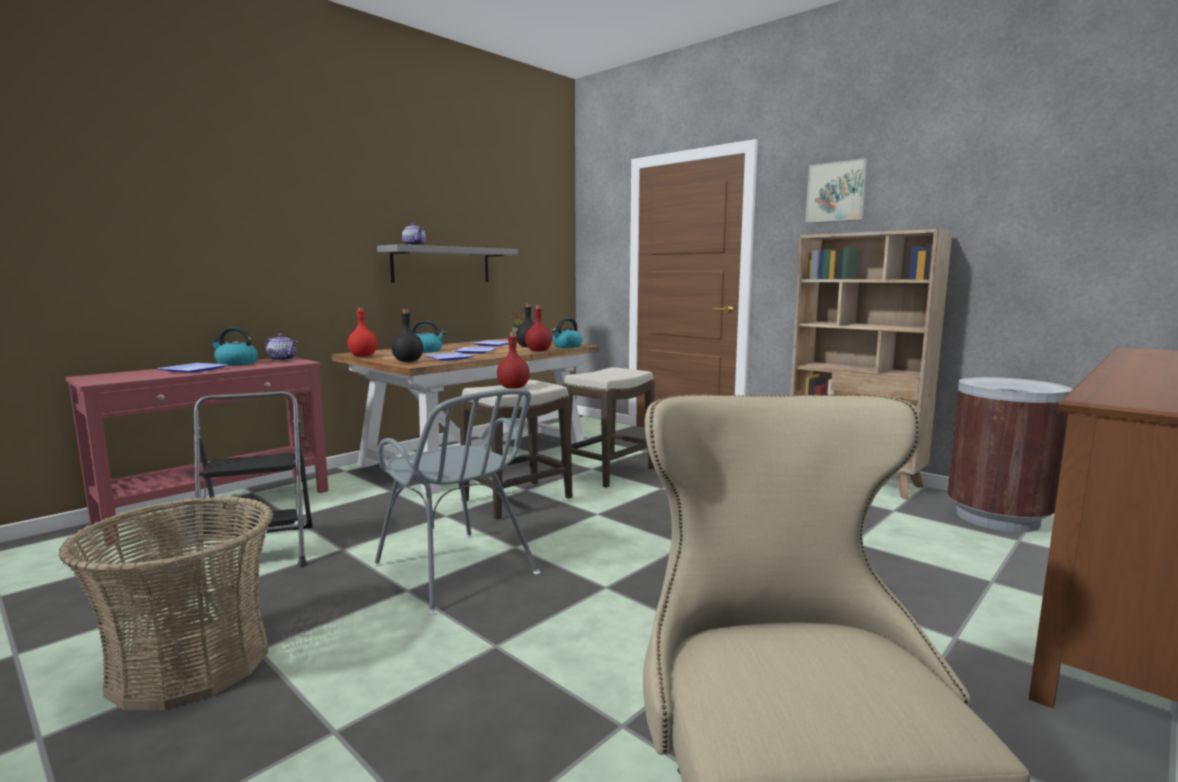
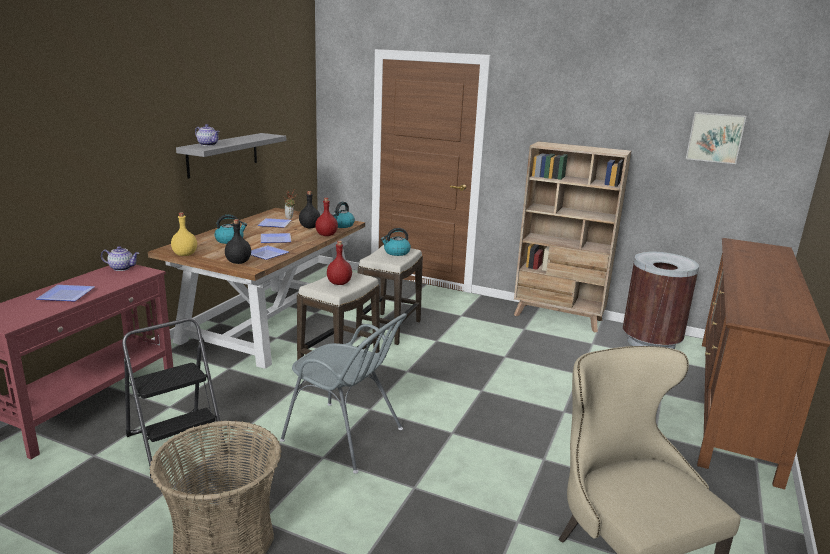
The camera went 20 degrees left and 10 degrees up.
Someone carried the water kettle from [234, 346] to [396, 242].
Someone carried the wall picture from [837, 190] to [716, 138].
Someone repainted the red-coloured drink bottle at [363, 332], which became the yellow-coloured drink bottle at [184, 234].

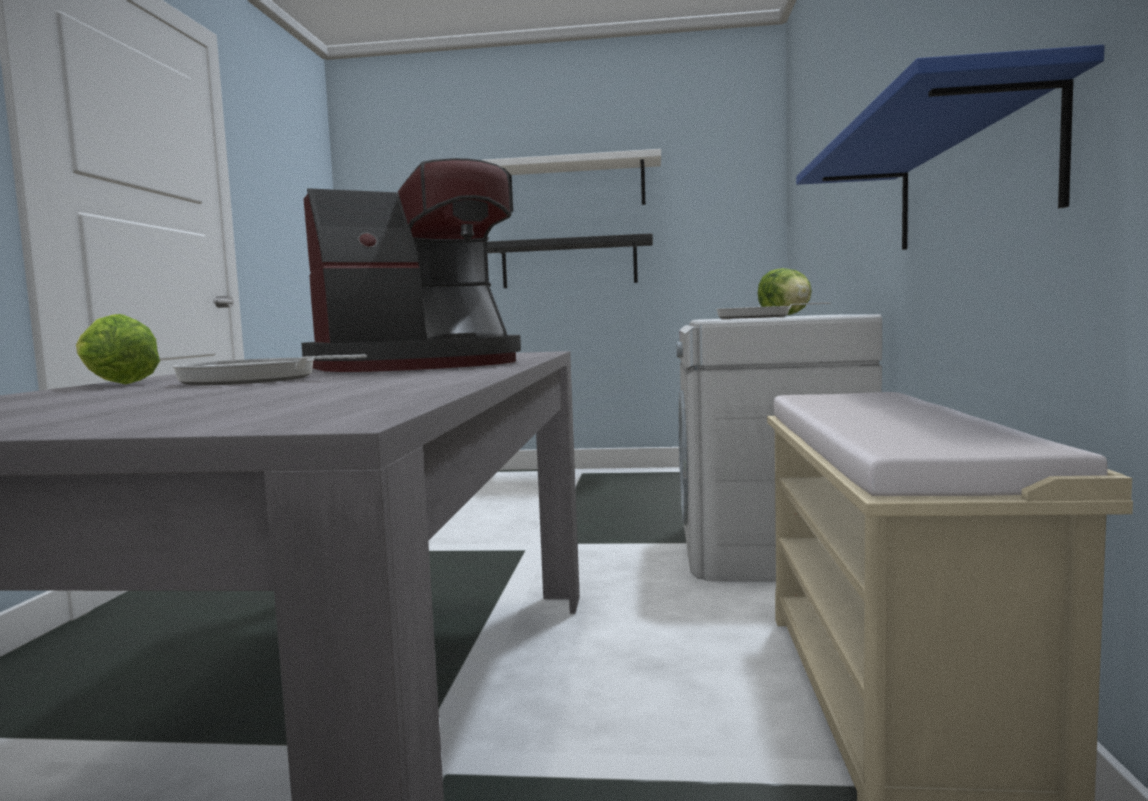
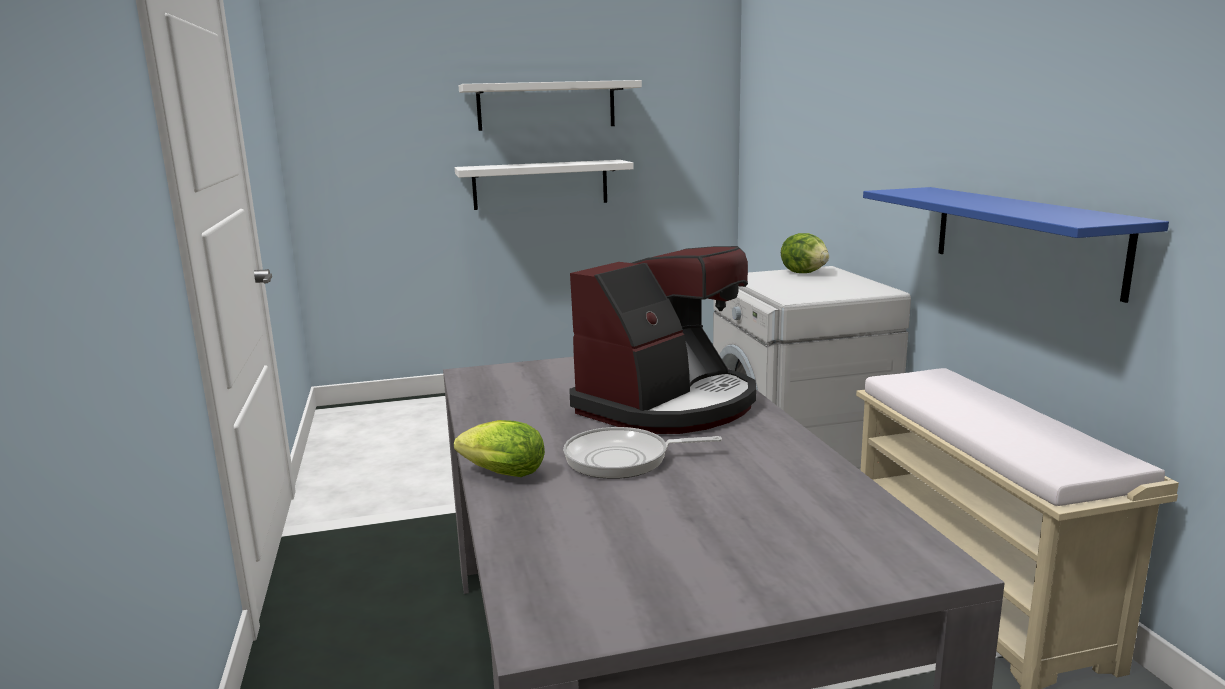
The camera went 20 degrees left and 10 degrees up.
Someone took away the pan at [773, 310].
Someone repainted the black-coloured wall shelf at [570, 260], which became the whitish wall shelf at [544, 185].

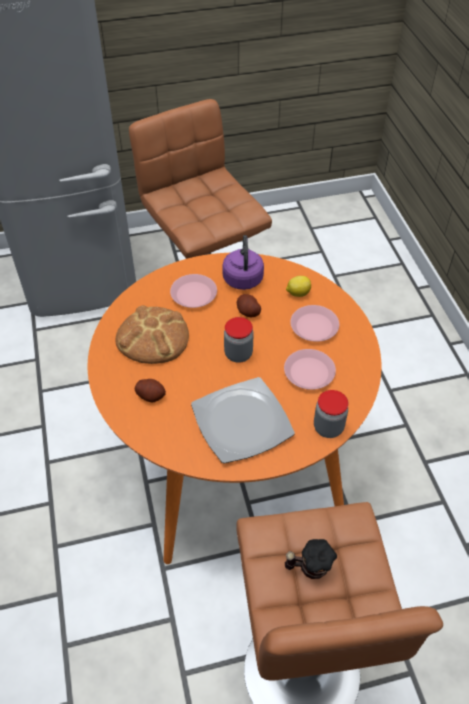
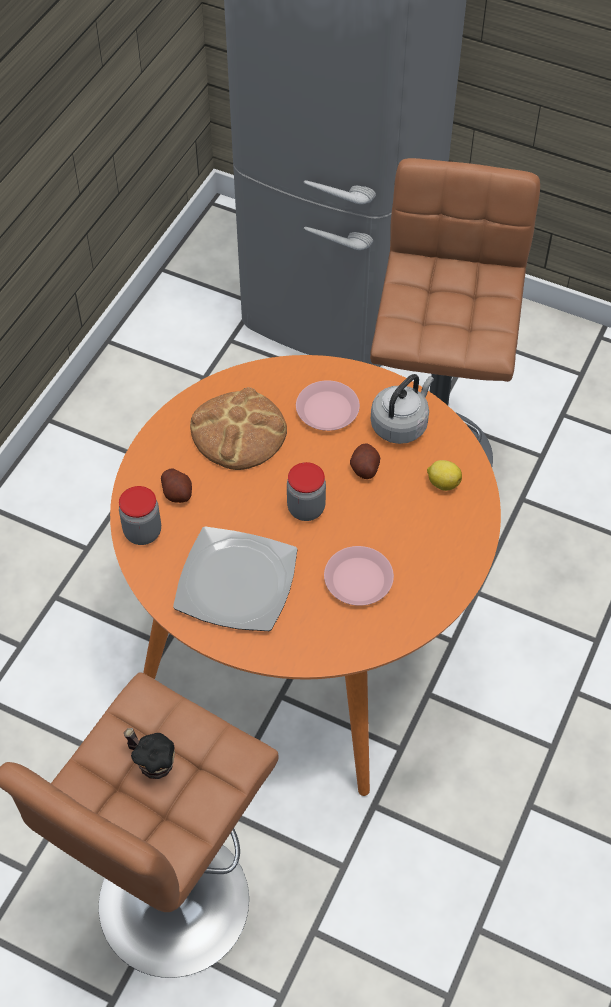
The camera went 40 degrees right and 5 degrees up.
Someone took away the pink plate at [314, 323].
Someone carried the preserve jar from [331, 414] to [140, 515].
Someone repainted the purplish water kettle at [243, 262], which became the greyish water kettle at [402, 409].

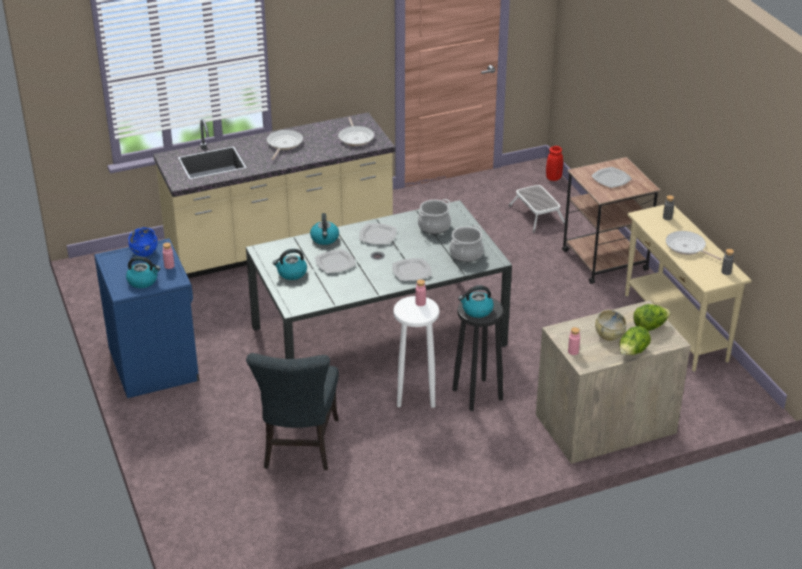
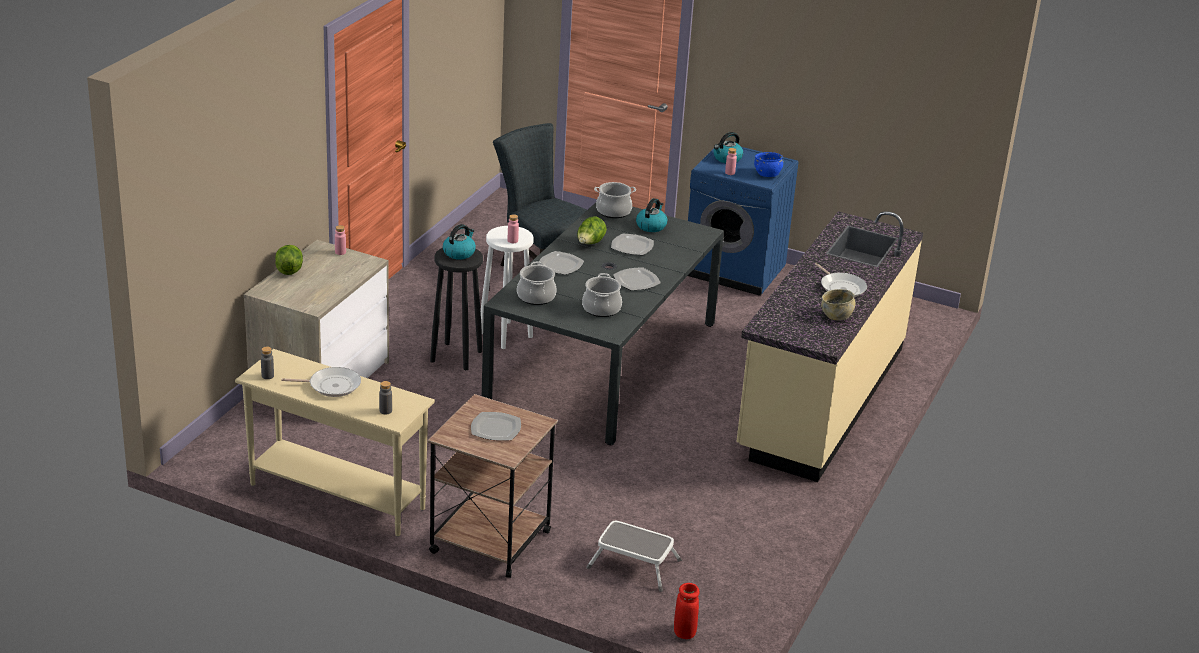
The camera went 135 degrees right and 5 degrees down.
Someone took away the water kettle at [324, 229].
Someone took away the pan at [356, 131].
Someone put down the saucepot at [615, 200].
Someone carried the beige-coloured bowl from [611, 325] to [838, 305].
Someone carried the lettuce from [652, 317] to [592, 230].

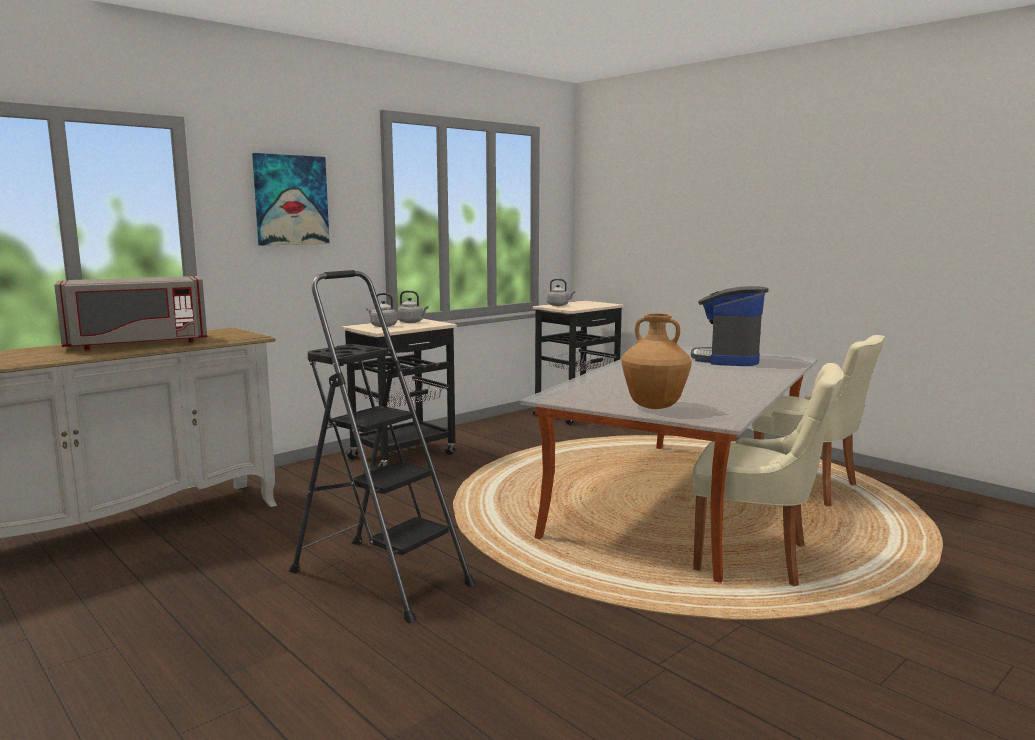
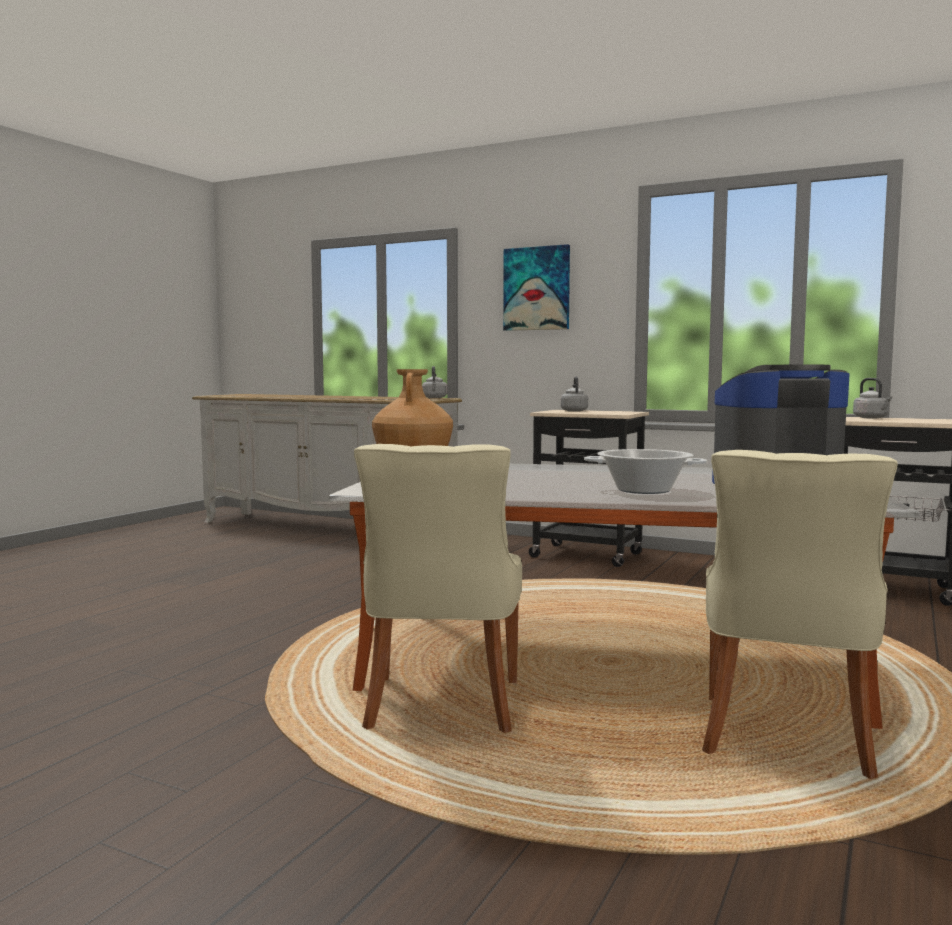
The camera went 70 degrees right and 5 degrees down.
Someone took away the greyish microwave at [130, 313].
Someone took away the step stool at [382, 446].
Someone put down the saucepot at [646, 471].
Someone carried the greyish water kettle from [413, 306] to [434, 382].

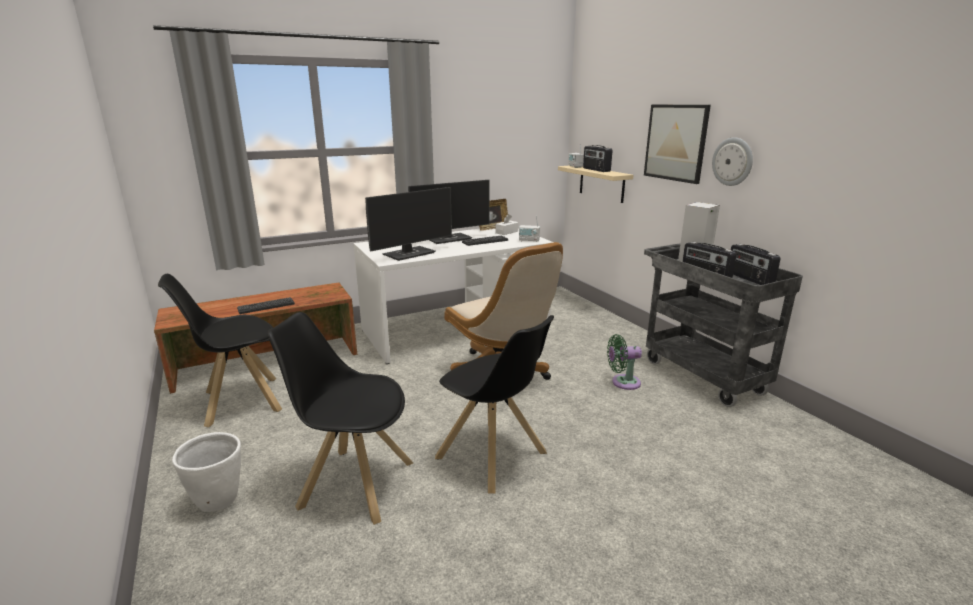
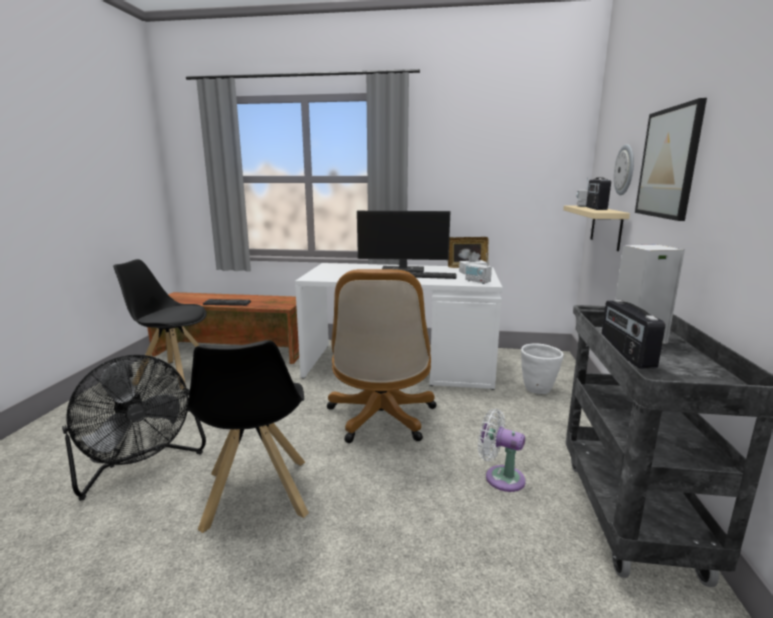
The camera went 35 degrees right and 5 degrees down.
Someone took away the computer display at [408, 224].
Someone took away the radio set at [755, 264].
Someone carried the whitish planter from [206, 472] to [542, 368].
Someone carried the hanging clock from [732, 161] to [624, 169].
Someone swapped the black-coloured upright chair at [340, 418] for the black-coloured fan at [134, 428].
Someone repainted the green fan at [624, 362], which became the whitish fan at [502, 450].

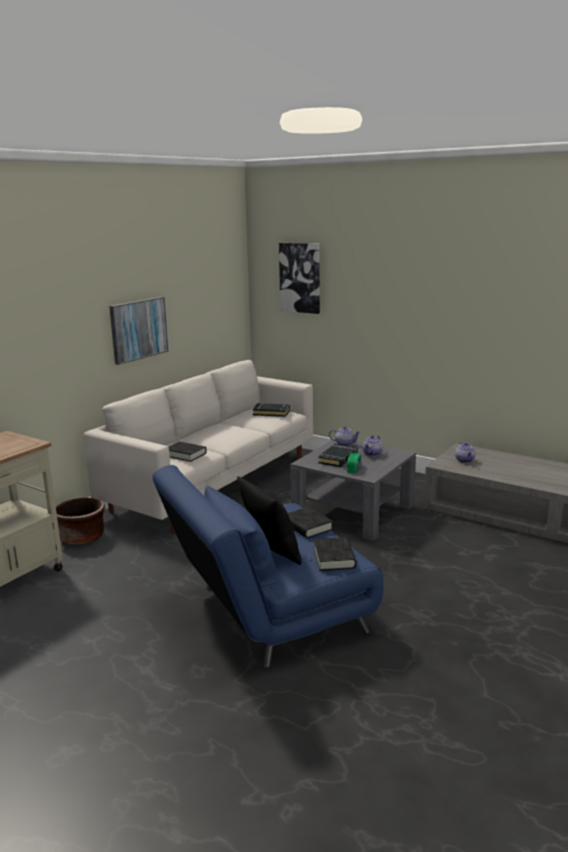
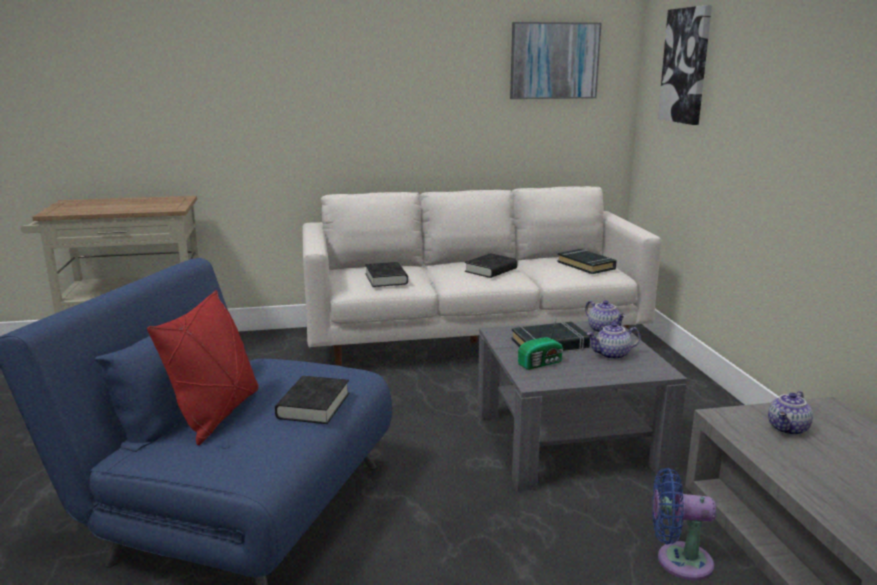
The camera went 45 degrees right and 0 degrees up.
Someone took away the brownish planter at [80, 521].
Someone put down the blue-coloured fan at [684, 524].
Someone carried the wall picture from [138, 331] to [556, 60].
Someone carried the black-coloured book from [335, 554] to [491, 265].
Someone repainted the black-coloured pillow at [269, 520], which became the red-coloured pillow at [202, 367].

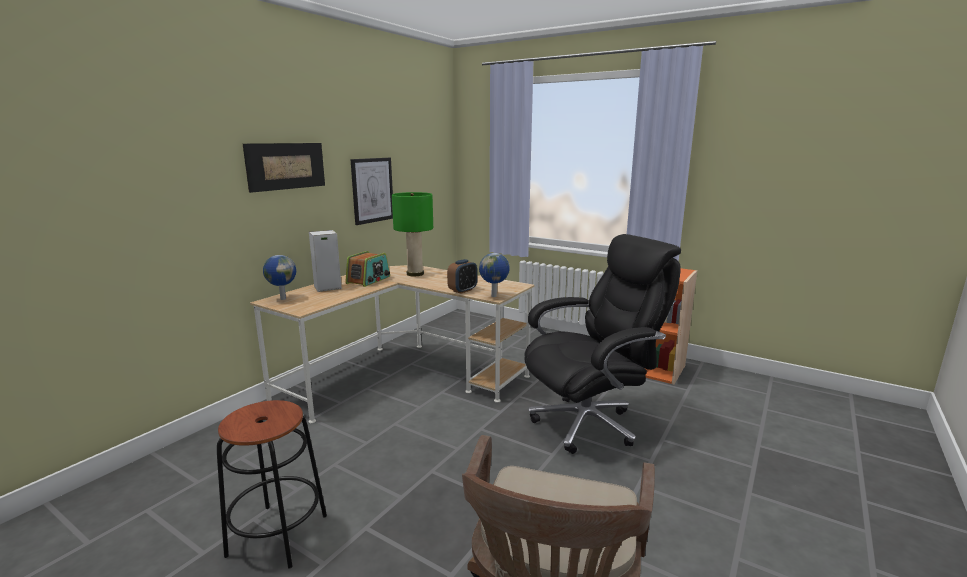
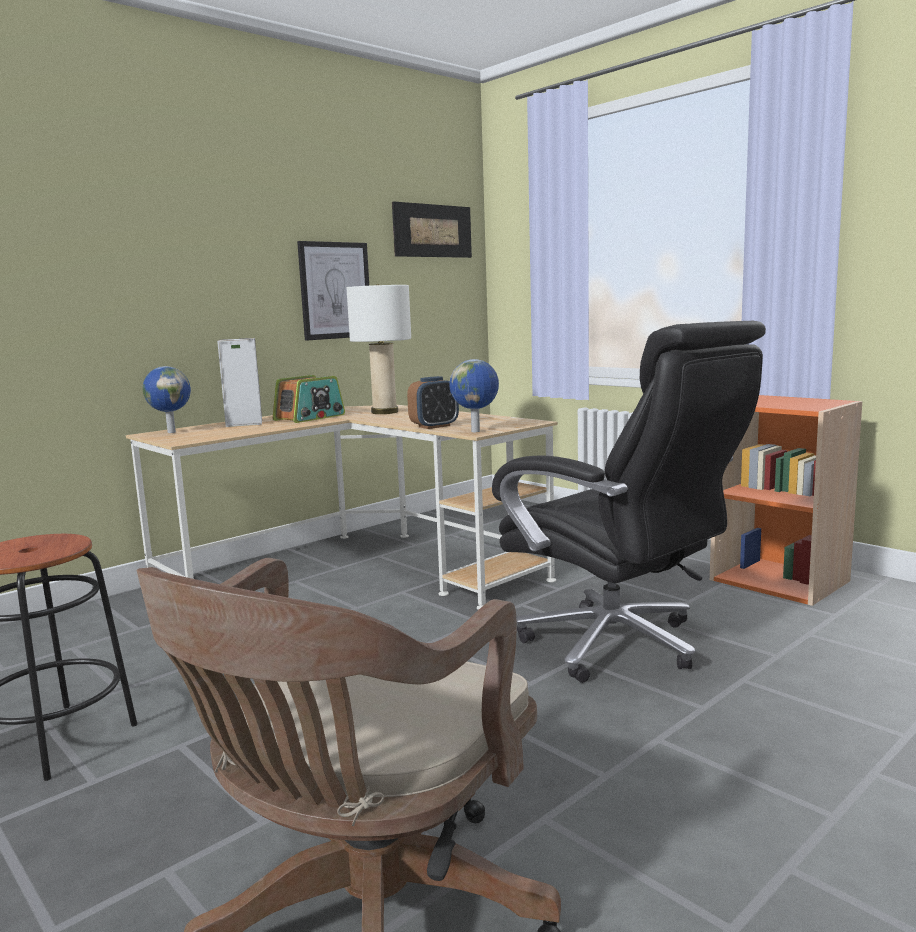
The camera went 15 degrees right and 5 degrees down.
Someone carried the wall picture from [284, 168] to [432, 229].
Someone repainted the green lamp for a table at [412, 234], which became the whitish lamp for a table at [378, 349].
Someone rotated the black-coloured desk chair at [602, 344] by 60 degrees clockwise.

